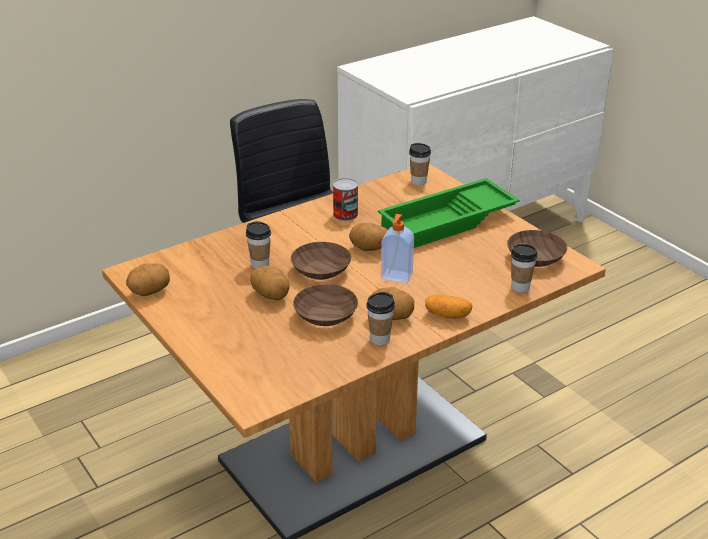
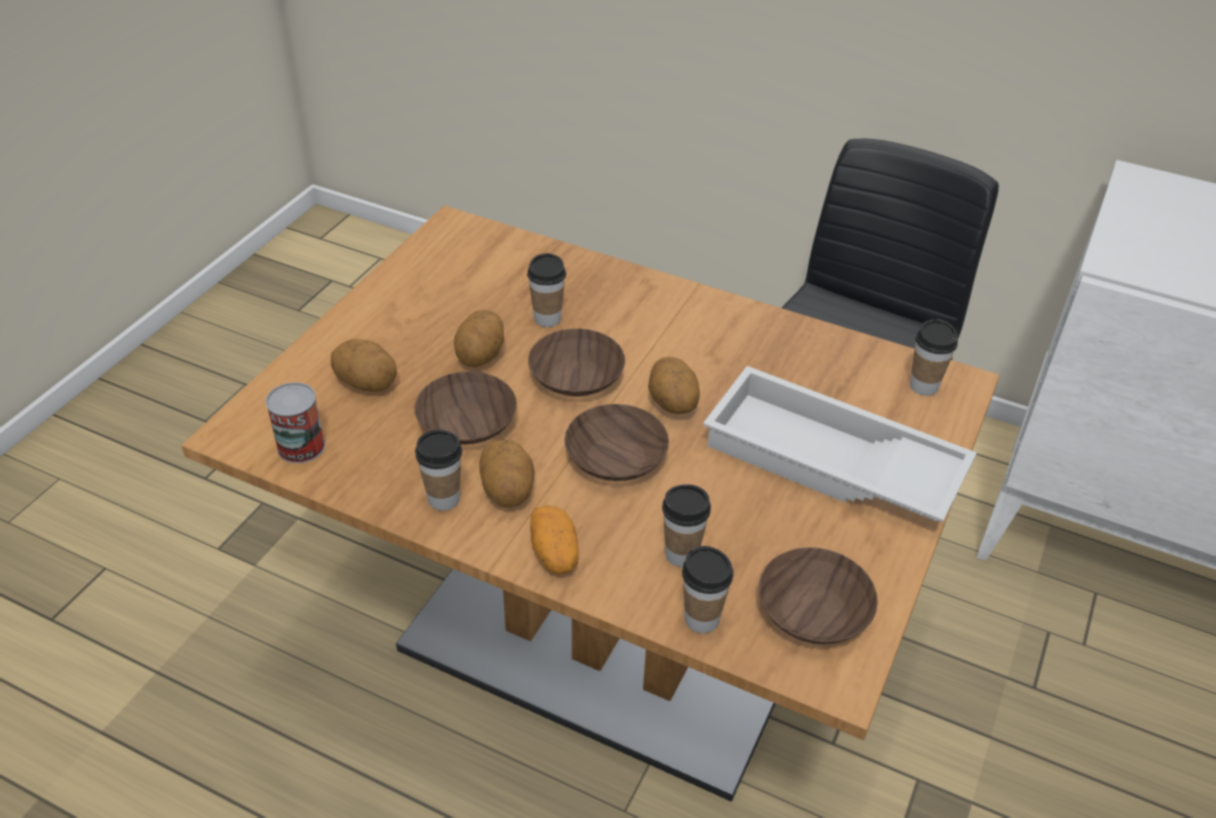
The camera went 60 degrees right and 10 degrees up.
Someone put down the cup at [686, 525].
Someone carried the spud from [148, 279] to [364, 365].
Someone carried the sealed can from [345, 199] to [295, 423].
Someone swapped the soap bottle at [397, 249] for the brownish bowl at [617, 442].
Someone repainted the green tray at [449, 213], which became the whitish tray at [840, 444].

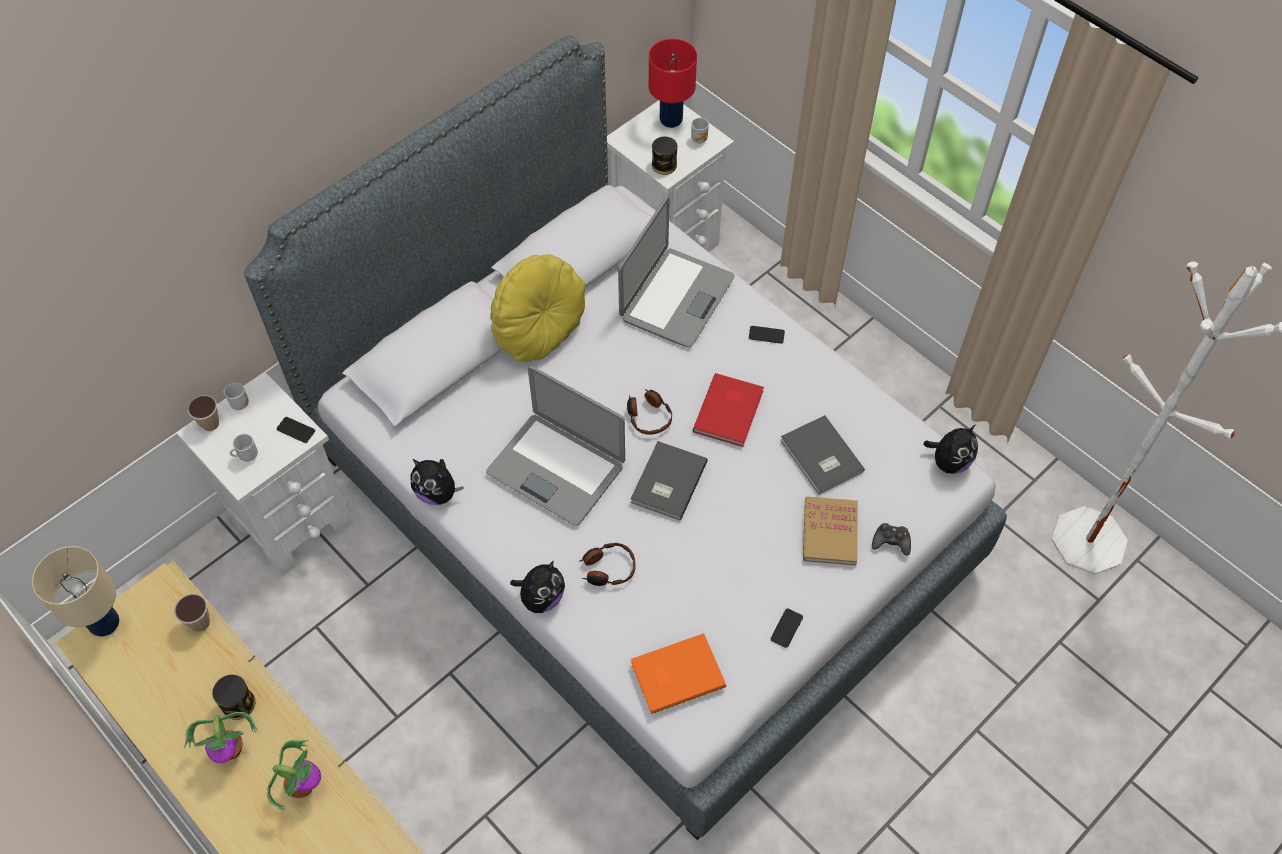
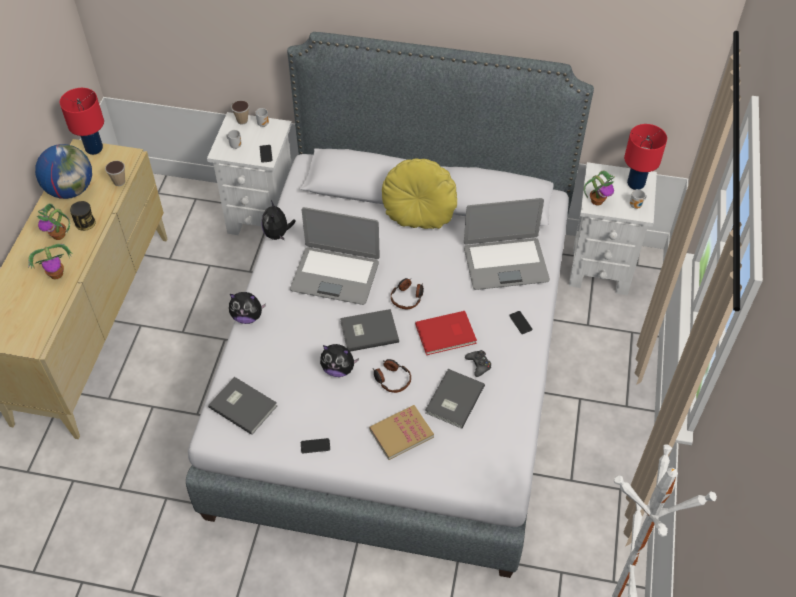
The camera went 55 degrees right and 5 degrees down.
Someone put down the desk globe at [63, 171].
Someone carried the pair of headphones from [607, 564] to [392, 376].
Someone carried the black-coloured gamepad from [891, 539] to [478, 363].
Someone carried the cuddly toy from [950, 449] to [339, 360].
Someone swapped the sealed can at [664, 155] for the plant in a pot at [599, 188].
Someone repainted the beige-coloured lamp for a table at [75, 591], which became the red-coloured lamp for a table at [82, 121].
Someone repainted the orangey book at [678, 673], which became the greyish book at [242, 406].
Someone rotated the laptop at [555, 446] by 75 degrees counterclockwise.

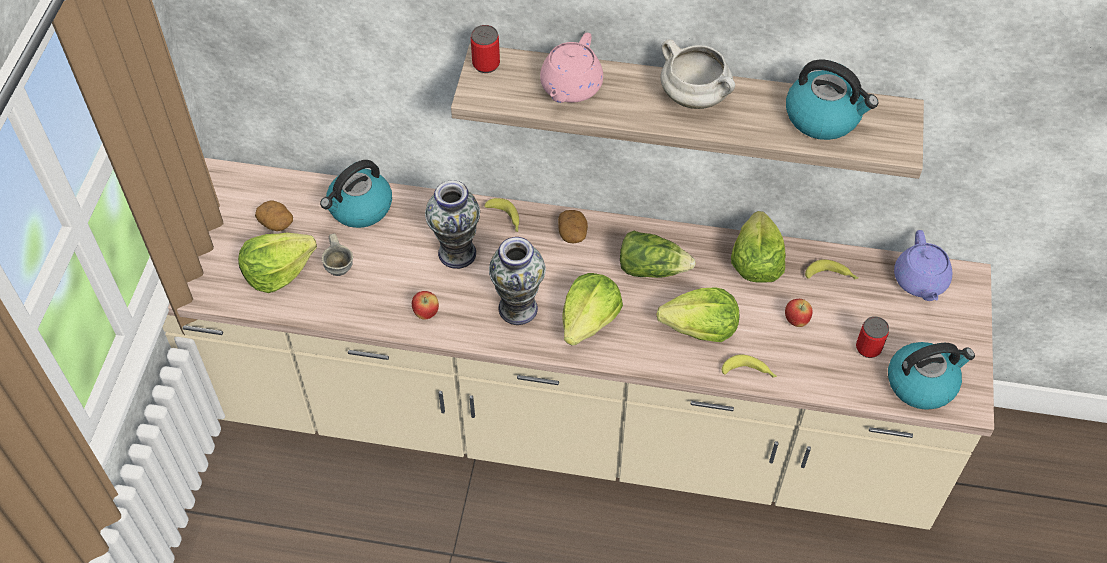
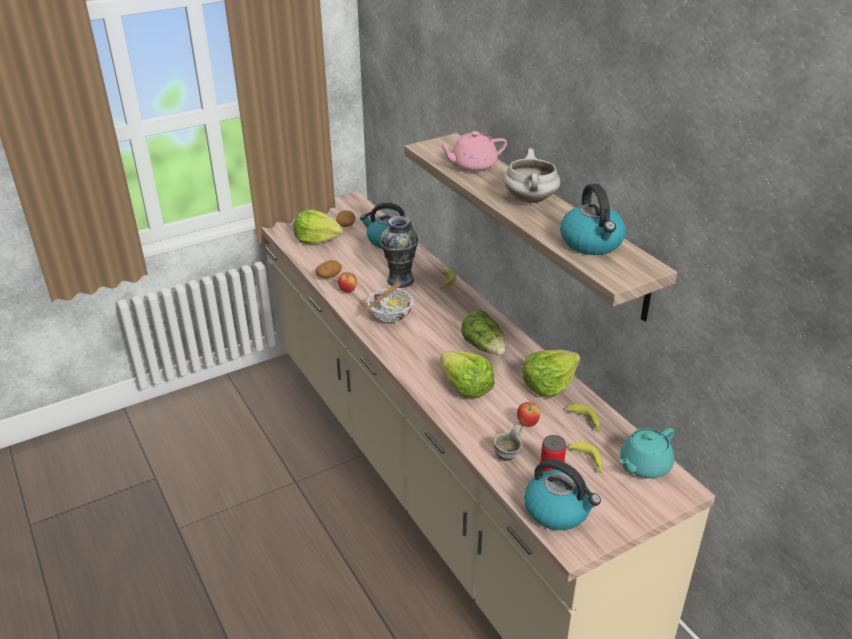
The camera went 50 degrees right and 20 degrees down.
Someone took away the sealed can at [485, 49].
Someone took away the lettuce at [592, 309].
Someone carried the greyish mug from [337, 254] to [507, 442].
Someone carried the spud from [573, 226] to [328, 269].
Someone carried the banana from [749, 366] to [586, 457].
Someone swapped the flower vase at [517, 281] for the bowl at [389, 302].
Someone repainted the purplish teapot at [923, 265], which became the turquoise-coloured teapot at [647, 453].

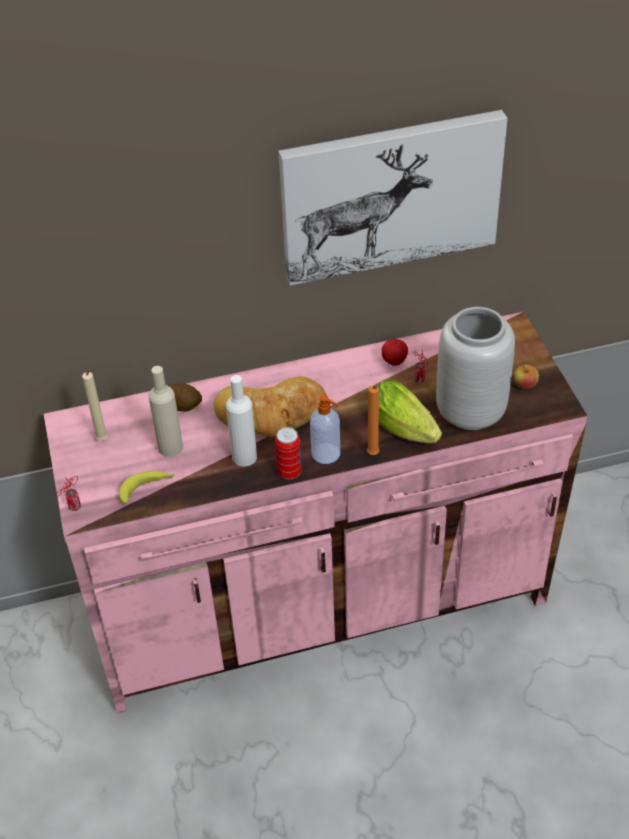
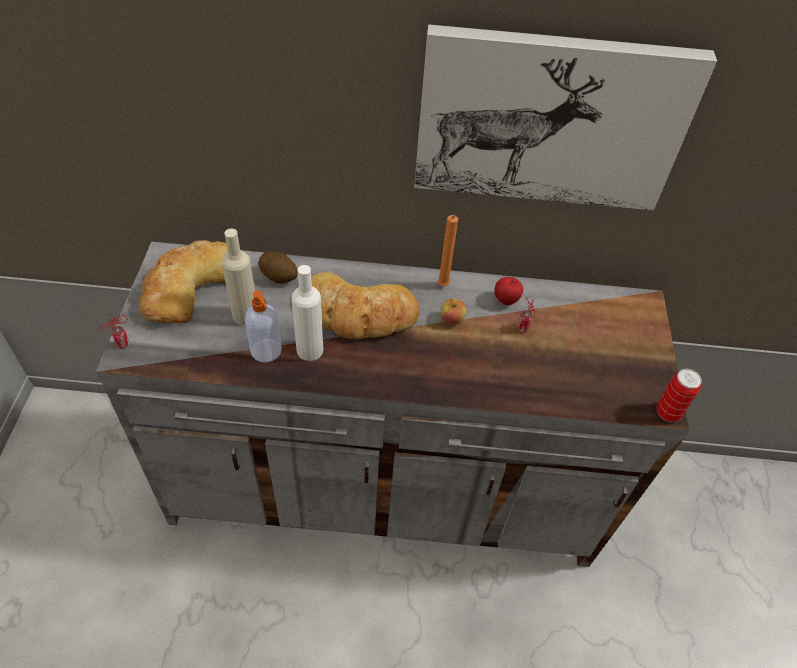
The camera went 15 degrees right and 5 degrees up.
Someone took away the banana at [147, 487].
Someone took away the lettuce at [409, 411].
Someone took away the greyish flower vase at [475, 368].
Someone carried the sealed can from [288, 453] to [679, 395].
Someone carried the soap bottle from [325, 429] to [263, 326].
Someone carried the orangey wax light from [373, 420] to [448, 250].
Someone carried the whole apple from [526, 377] to [453, 312].
Someone swapped the beige-coloured wax light at [95, 404] for the baked bread at [184, 281].
Someone repainted the pink cabinet at [316, 513], which became the greyish cabinet at [392, 404].

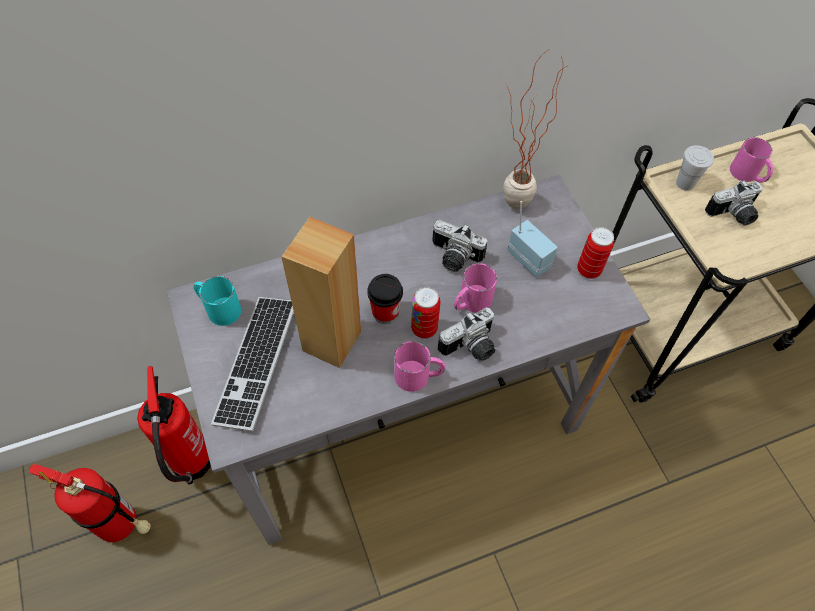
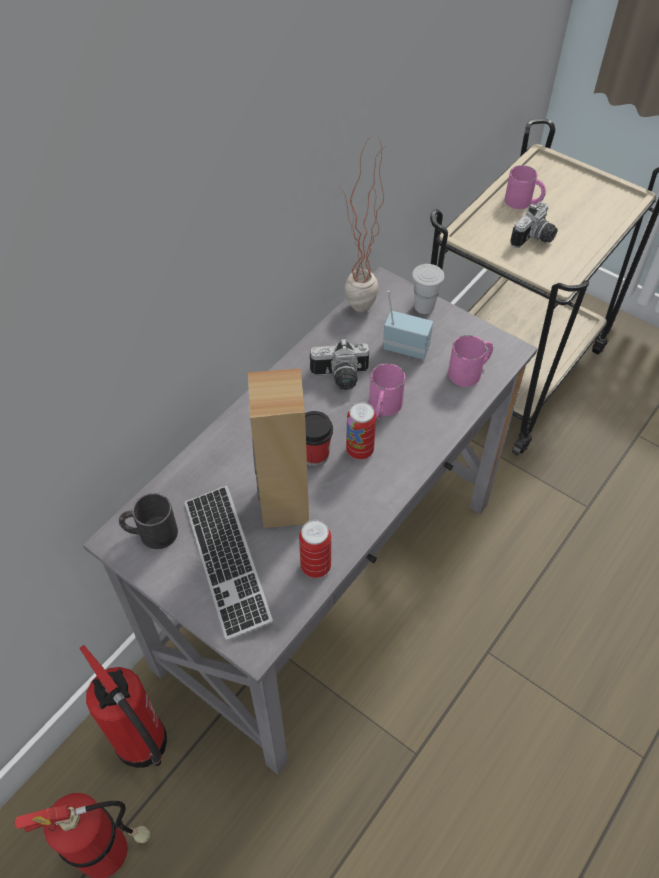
The camera went 30 degrees left and 5 degrees down.
Someone took away the still camera at [466, 334].
Someone carried the pink mug from [419, 366] to [470, 361].
Someone carried the sealed can from [595, 253] to [315, 549].
Someone carried the whitish cup from [695, 168] to [428, 289].
Someone repainted the turquoise-coloured mug at [217, 301], which became the black-coloured mug at [148, 521].

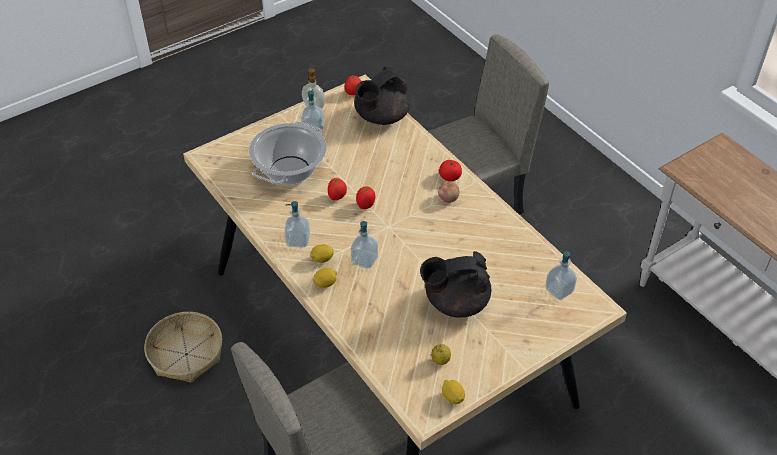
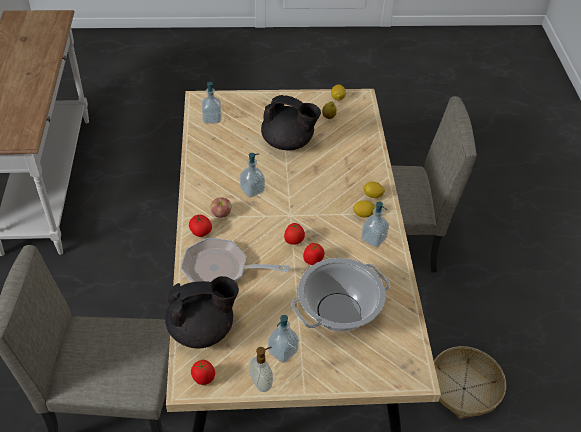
The camera went 150 degrees left and 0 degrees up.
Someone put down the pan at [235, 260].
Someone carried the soap bottle from [364, 245] to [252, 175].

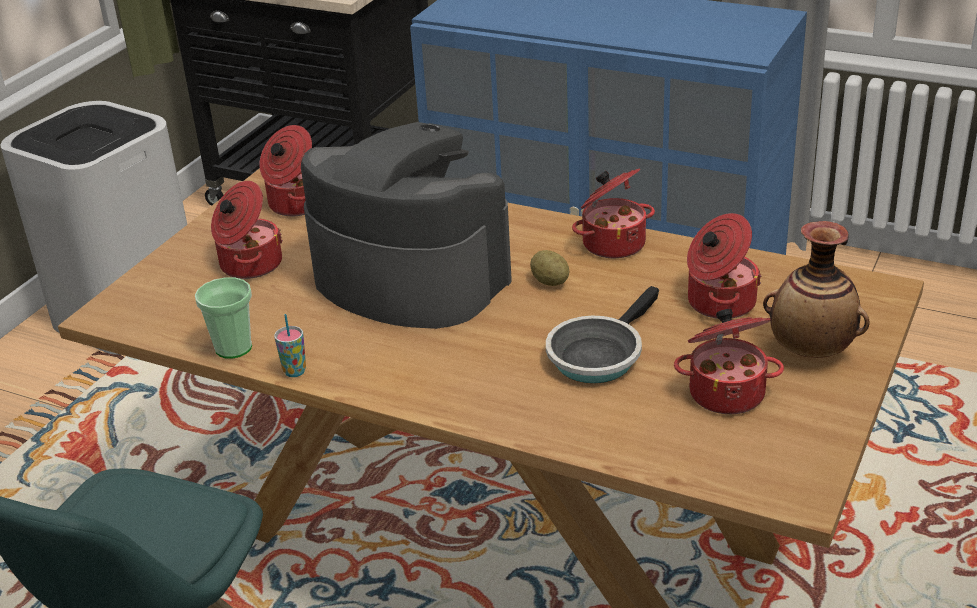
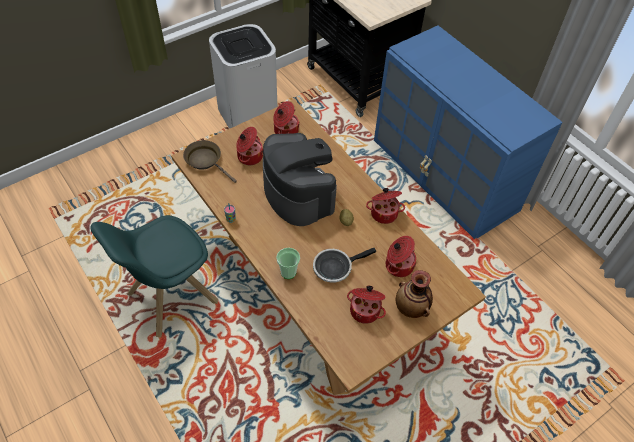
The camera went 25 degrees right and 20 degrees up.
Someone put down the brownish pan at [210, 161].
Someone carried the cup from [223, 318] to [288, 263].

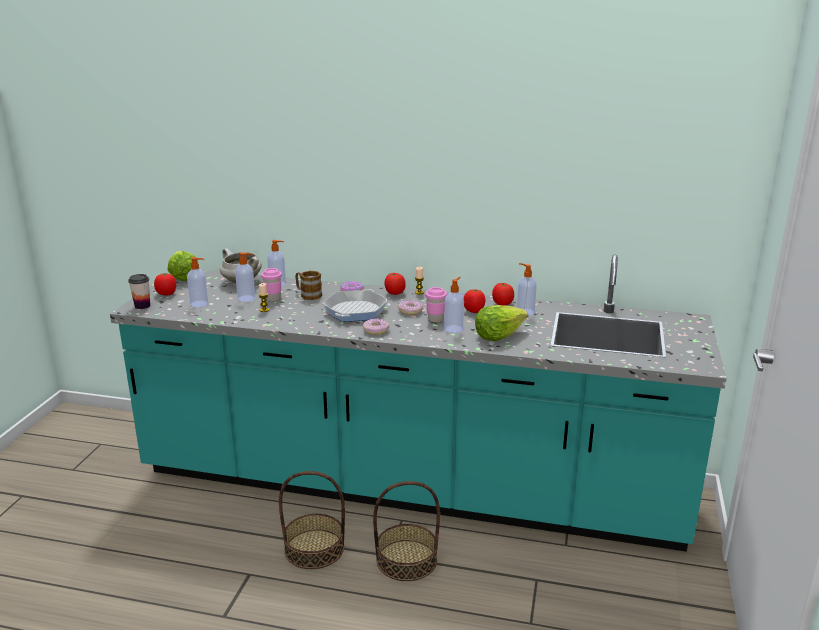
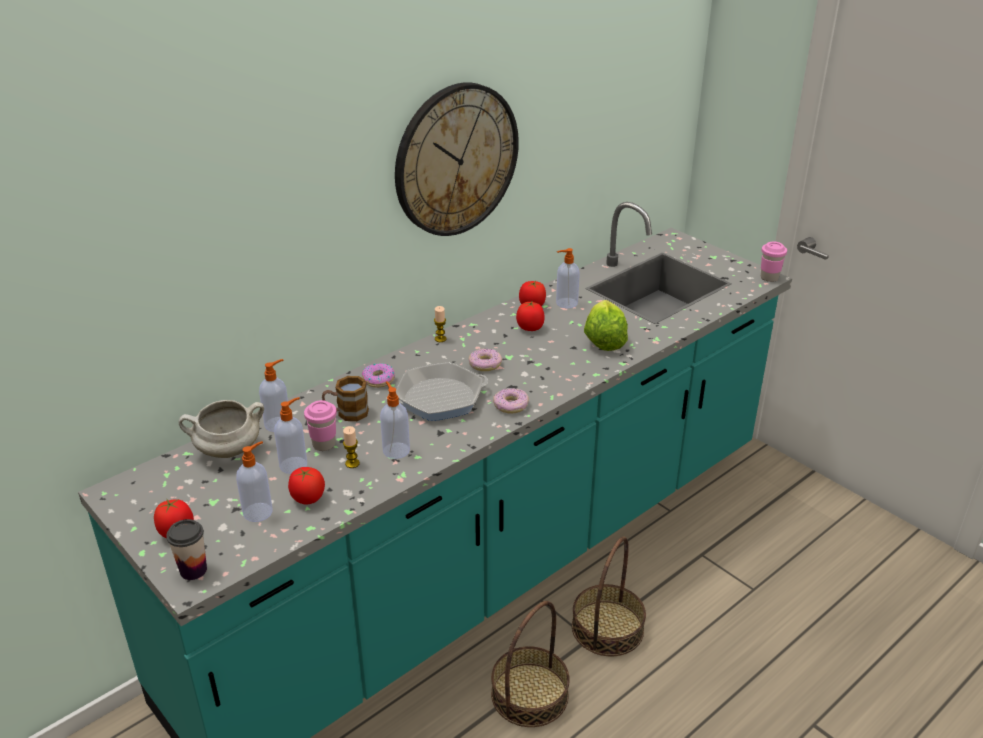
The camera went 55 degrees left and 10 degrees up.
Someone took away the lettuce at [182, 266].
Someone put up the hanging clock at [457, 159].
Someone carried the fresh tomato from [395, 284] to [306, 485].
Someone carried the pink cup from [436, 305] to [774, 262].
Someone carried the soap bottle from [454, 305] to [395, 420].
Someone rotated the pan at [355, 305] by 75 degrees counterclockwise.

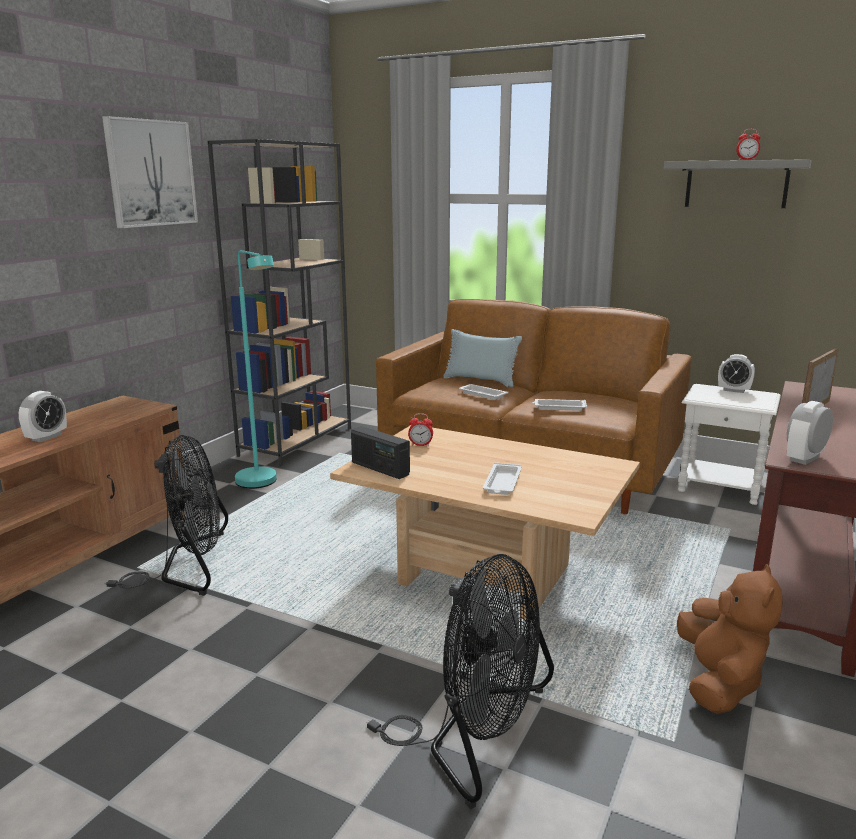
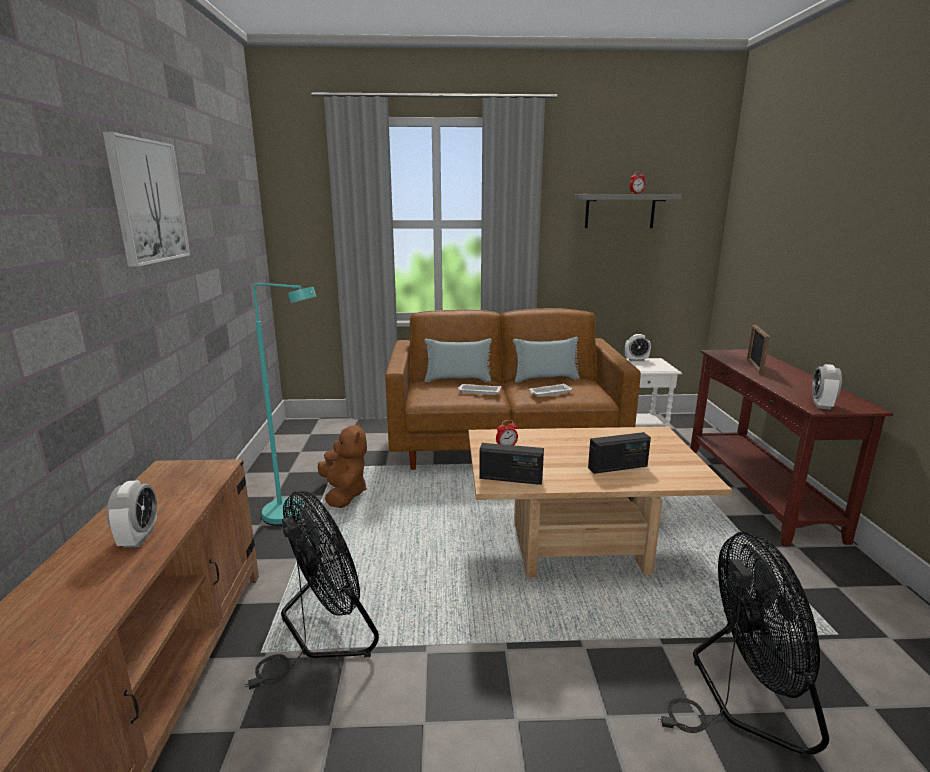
The camera went 30 degrees left and 0 degrees up.
Someone took away the shelving unit at [279, 302].
Someone put down the blue-coloured pillow at [546, 359].
Someone carried the brownish cuddly toy from [730, 639] to [342, 465].
Someone swapped the whitish tray at [502, 478] for the radio set at [619, 453].

